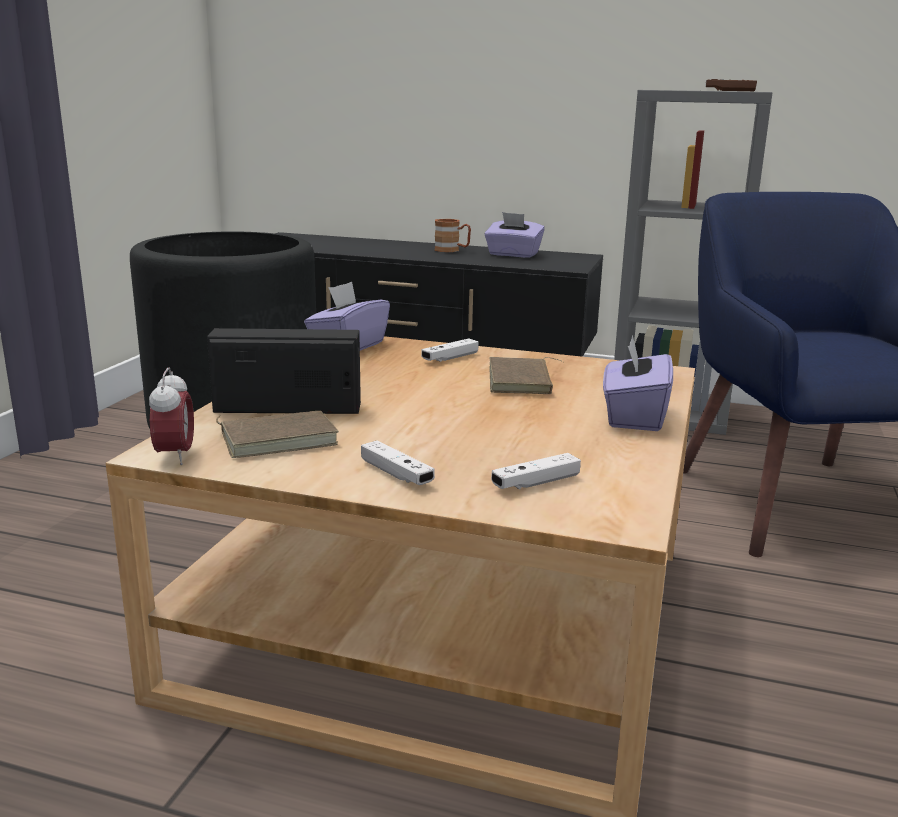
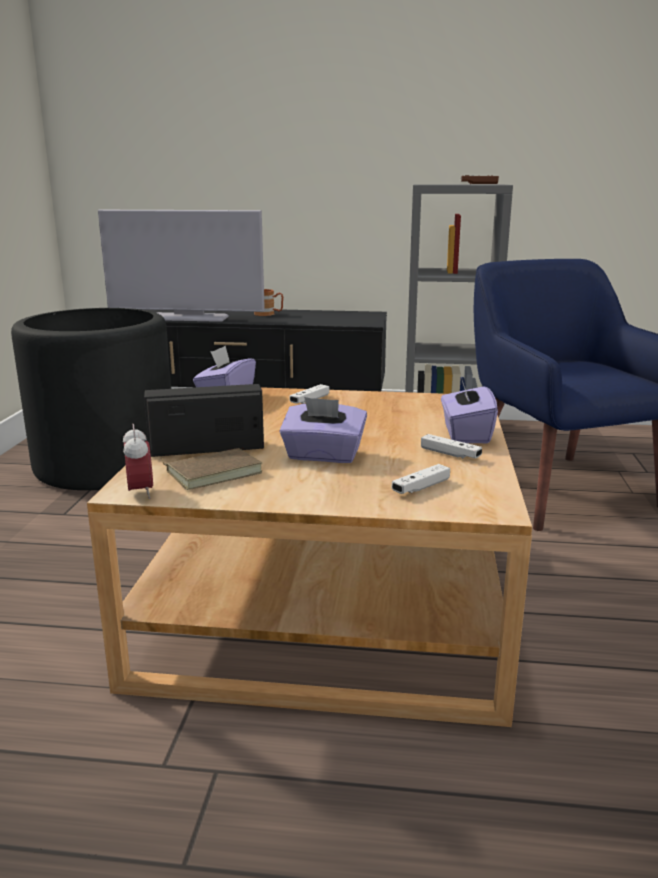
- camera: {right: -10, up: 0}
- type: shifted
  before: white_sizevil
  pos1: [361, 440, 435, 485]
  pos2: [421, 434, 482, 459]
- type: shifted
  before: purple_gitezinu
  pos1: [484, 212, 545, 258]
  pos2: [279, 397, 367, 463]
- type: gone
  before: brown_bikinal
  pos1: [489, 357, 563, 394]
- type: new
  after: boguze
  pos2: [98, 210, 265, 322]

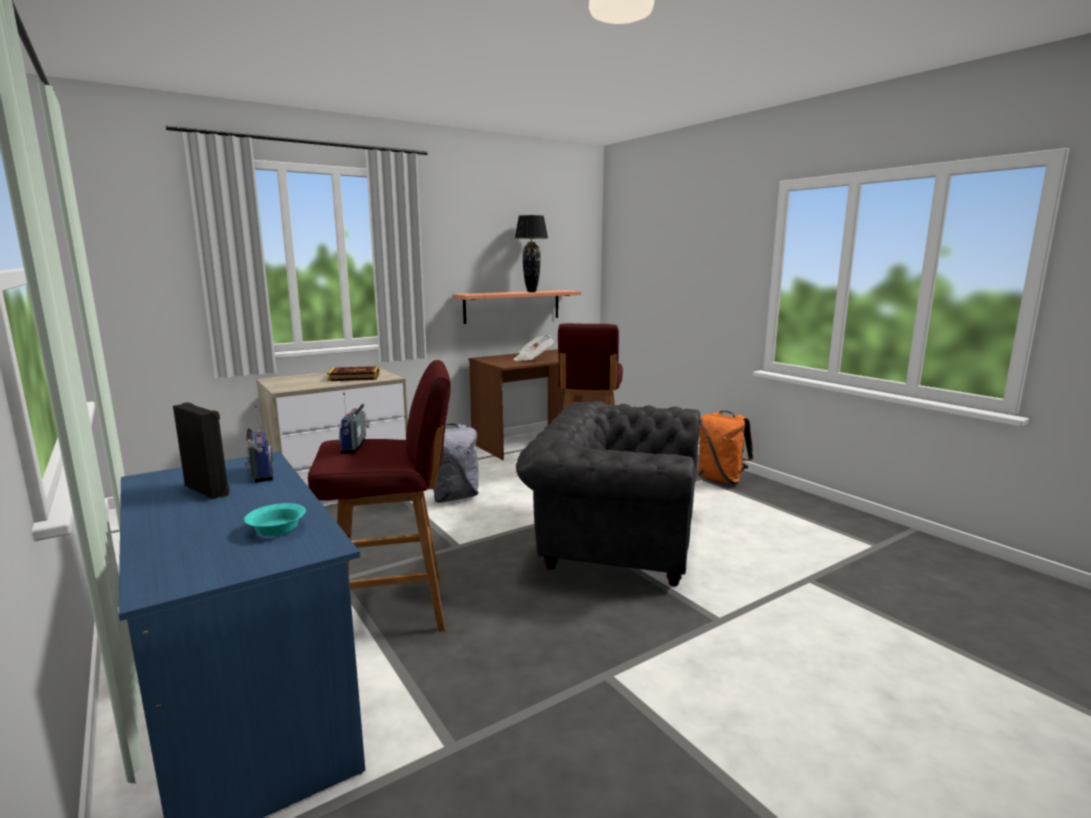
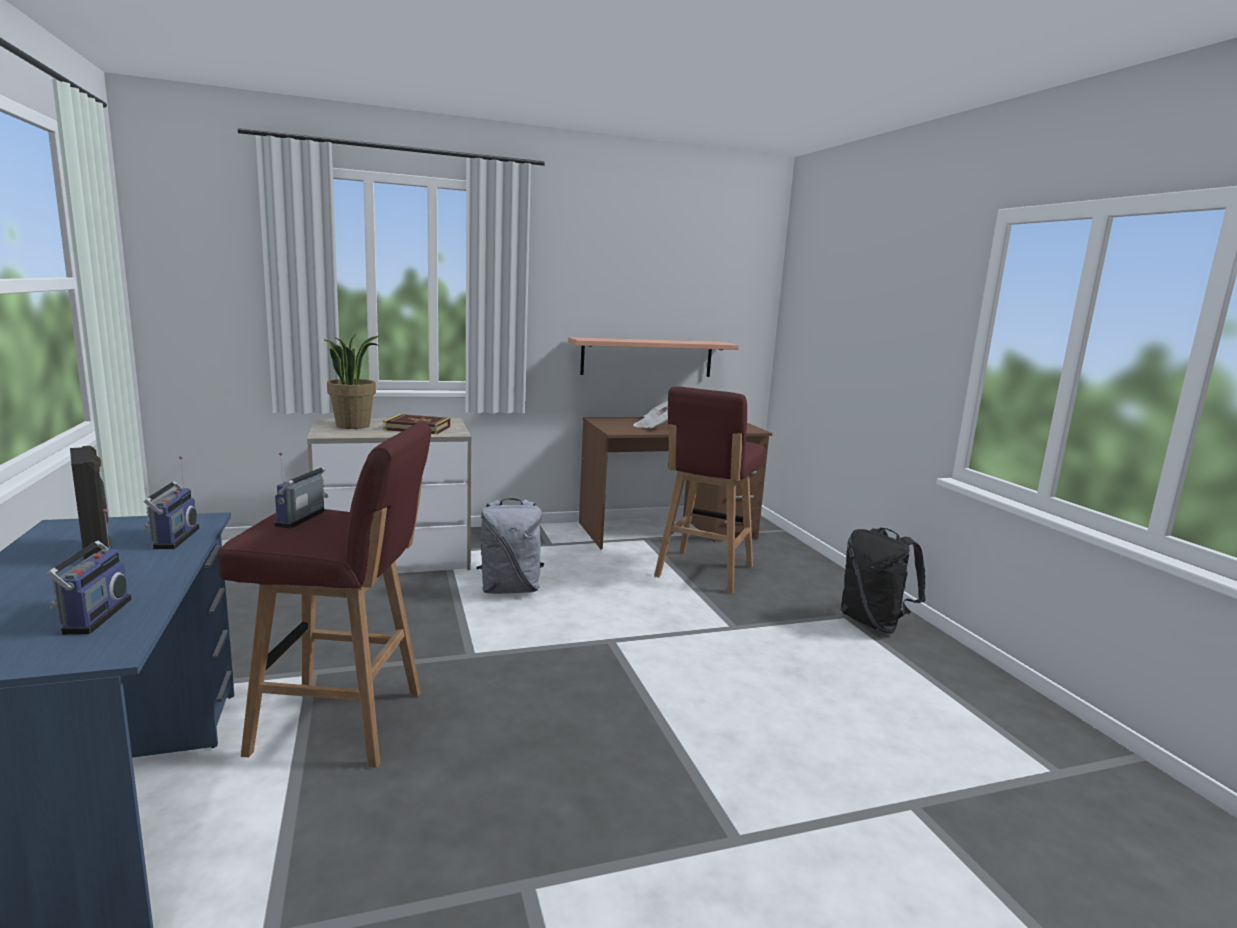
- camera: {right: 15, up: 0}
- type: swapped
  before: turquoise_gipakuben
  after: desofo
  pos1: [244, 503, 306, 536]
  pos2: [47, 509, 131, 635]
- type: gone
  before: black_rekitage
  pos1: [515, 215, 548, 292]
- type: gone
  before: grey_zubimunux
  pos1: [516, 401, 700, 586]
- type: repainted
  before: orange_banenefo
  after: black_banenefo
  pos1: [698, 411, 753, 484]
  pos2: [840, 528, 926, 634]
- type: new
  after: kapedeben
  pos2: [323, 334, 379, 429]

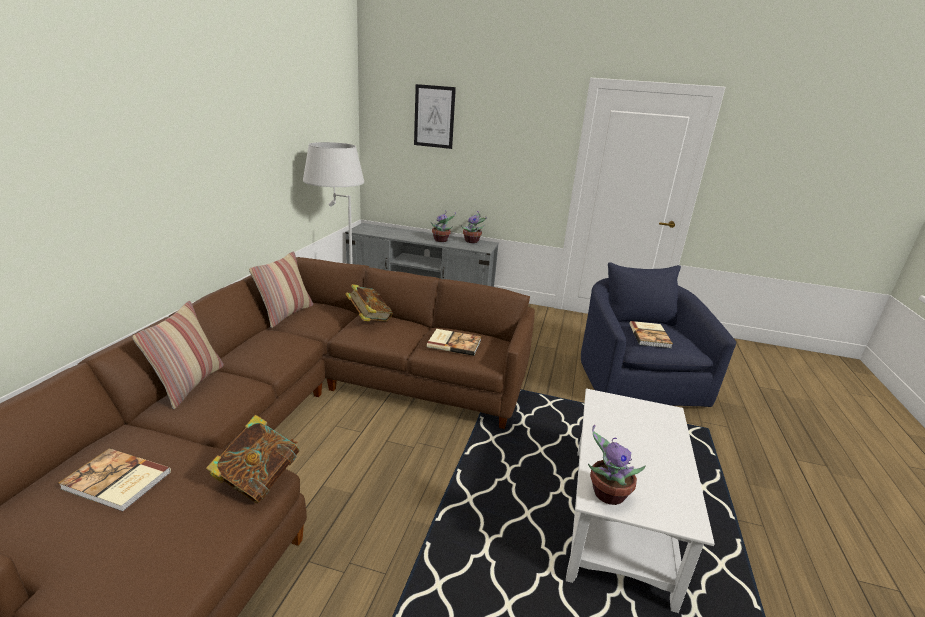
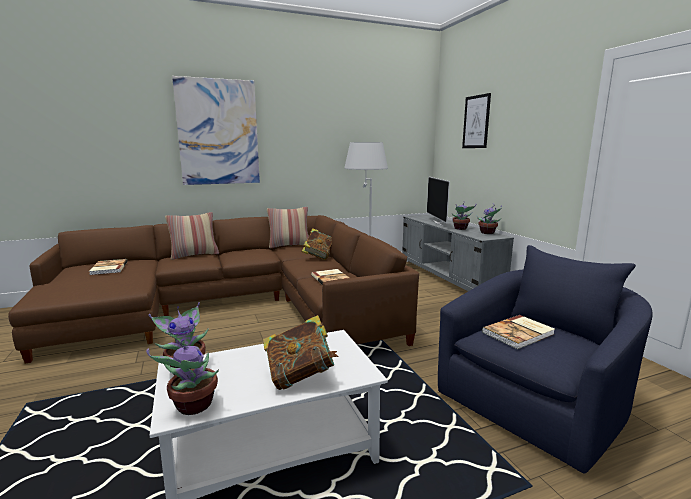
- camera: {right: 55, up: -10}
- type: shifted
  before: bikinal
  pos1: [206, 415, 300, 503]
  pos2: [263, 315, 339, 390]
- type: new
  after: kapedeben
  pos2: [146, 339, 219, 415]
- type: new
  after: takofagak
  pos2: [172, 76, 260, 185]
- type: new
  after: boguze
  pos2: [427, 176, 450, 226]

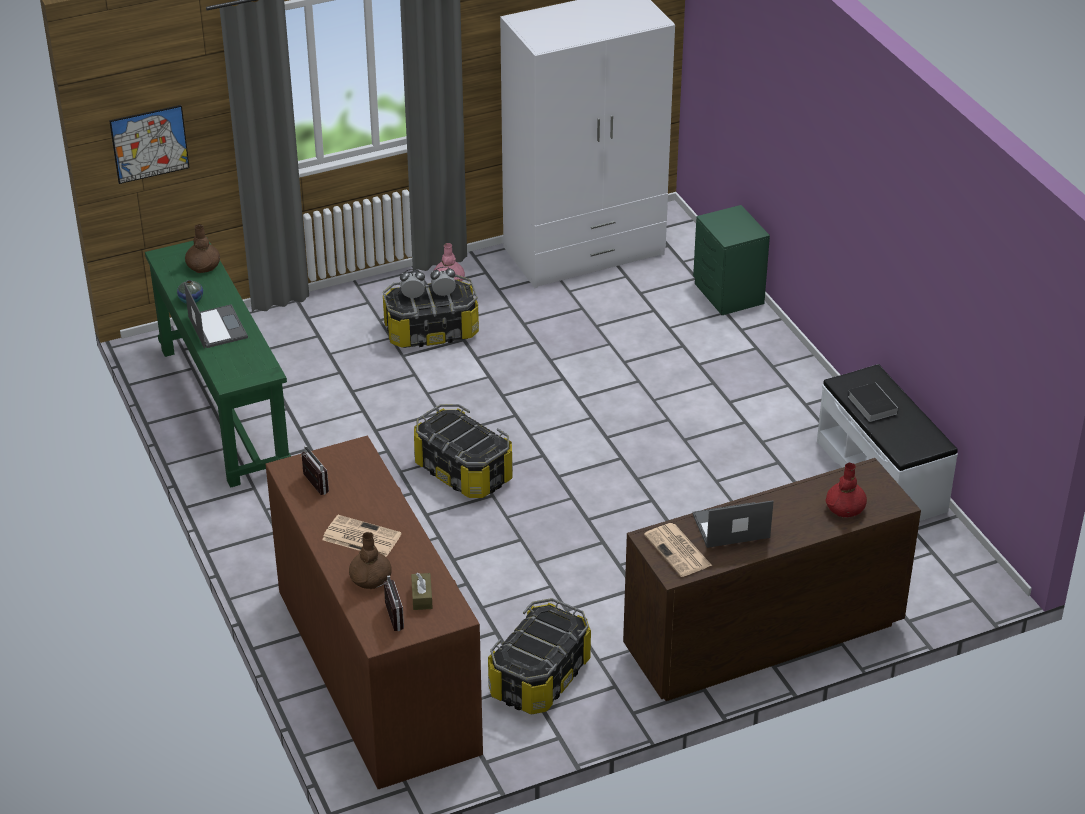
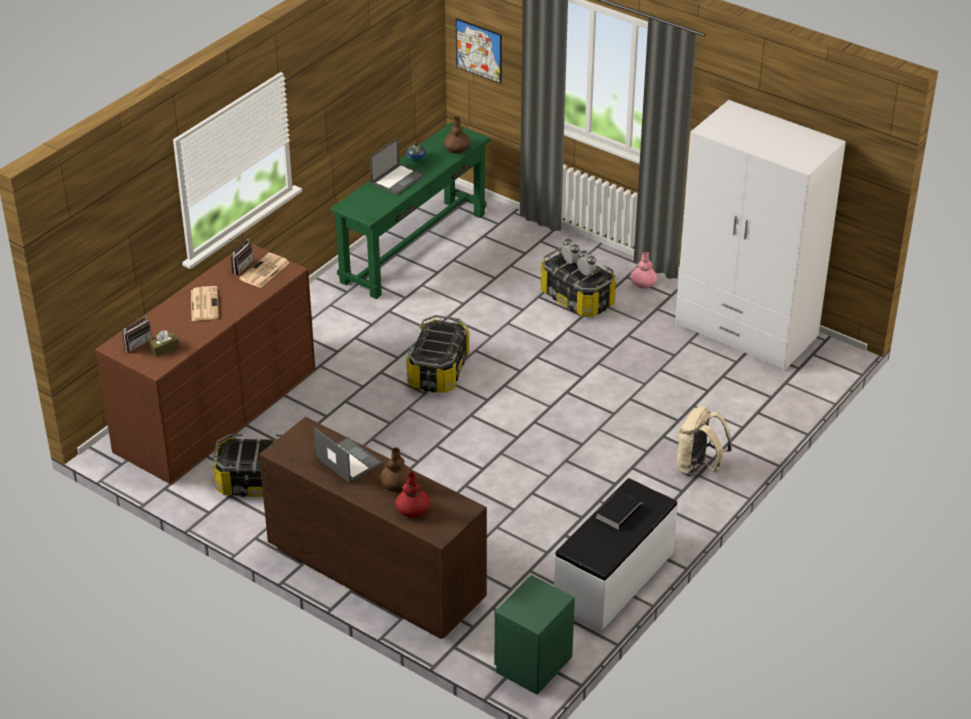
- camera: {right: 60, up: 0}
- type: shifted
  before: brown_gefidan
  pos1: [349, 532, 392, 589]
  pos2: [380, 447, 413, 492]
- type: shifted
  before: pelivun
  pos1: [644, 523, 712, 577]
  pos2: [239, 253, 290, 288]
- type: shifted
  before: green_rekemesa
  pos1: [693, 205, 770, 315]
  pos2: [494, 575, 575, 695]
- type: new
  after: beige_banenefo
  pos2: [677, 406, 732, 476]

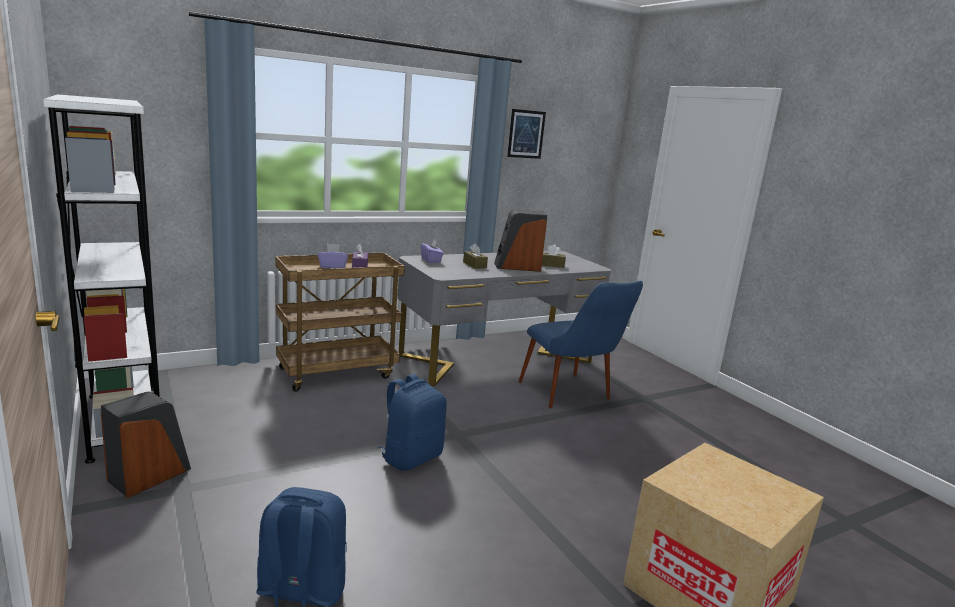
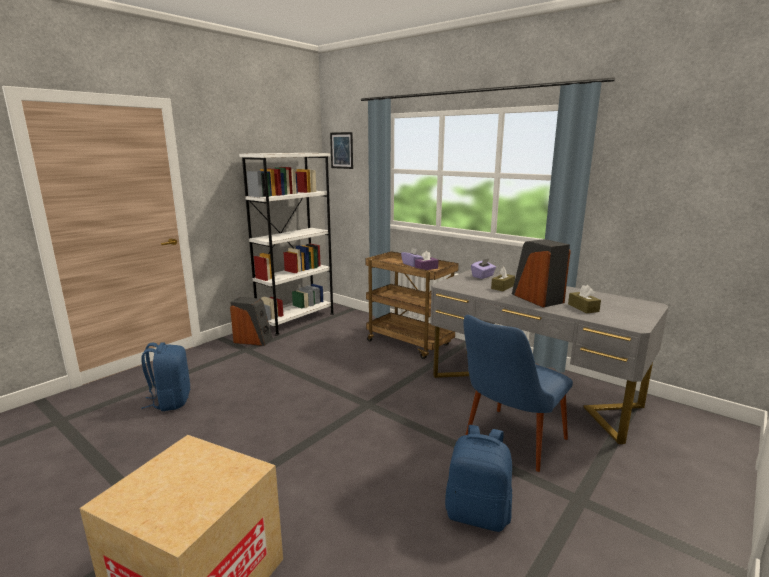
- camera: {right: 70, up: 0}
- type: shifted
  before: blue_banenefo
  pos1: [379, 374, 447, 471]
  pos2: [445, 425, 512, 532]
- type: shifted
  before: takofagak
  pos1: [507, 109, 546, 159]
  pos2: [330, 132, 353, 169]

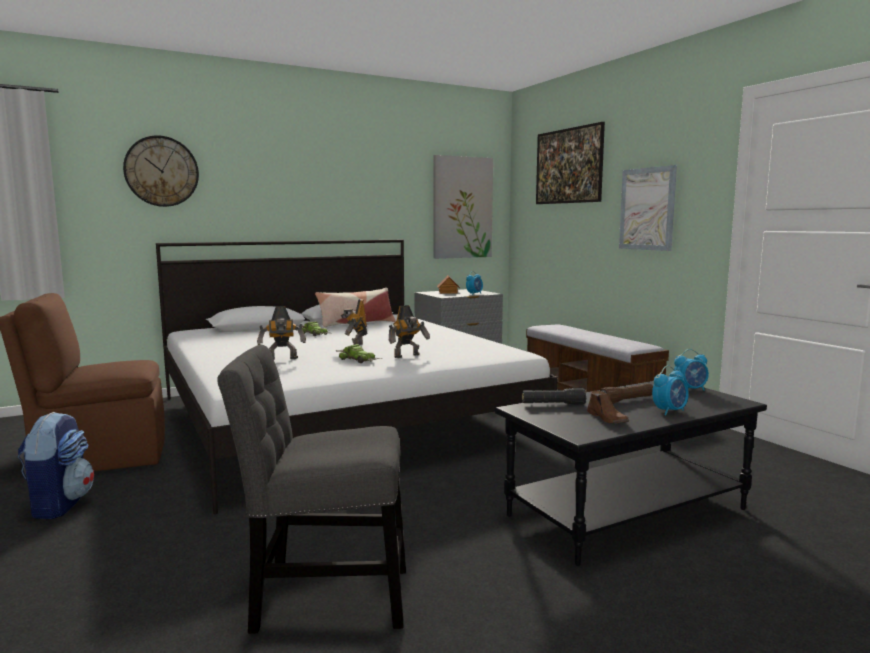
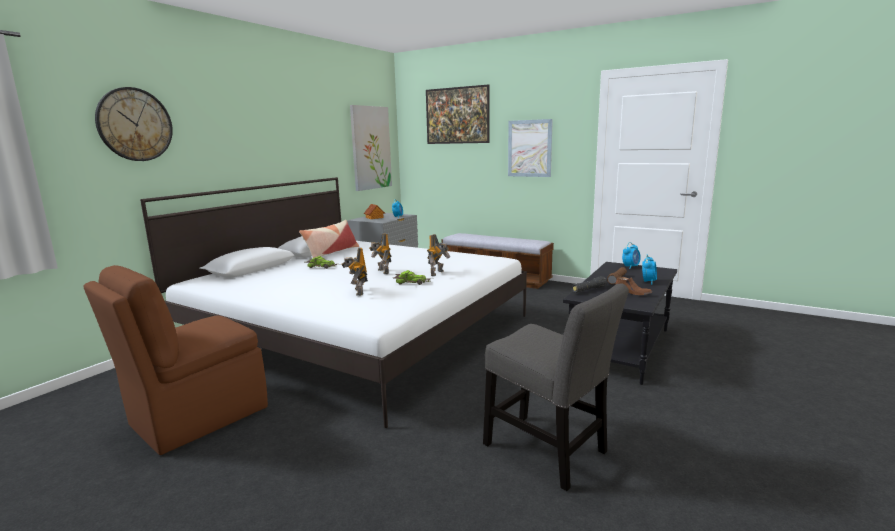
- camera: {right: -30, up: 5}
- type: gone
  before: banenefo
  pos1: [17, 412, 94, 519]
- type: rotated
  before: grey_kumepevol
  pos1: [218, 345, 406, 634]
  pos2: [483, 283, 629, 491]
  turn: -105
- type: rotated
  before: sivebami
  pos1: [257, 306, 306, 360]
  pos2: [341, 247, 368, 296]
  turn: 120

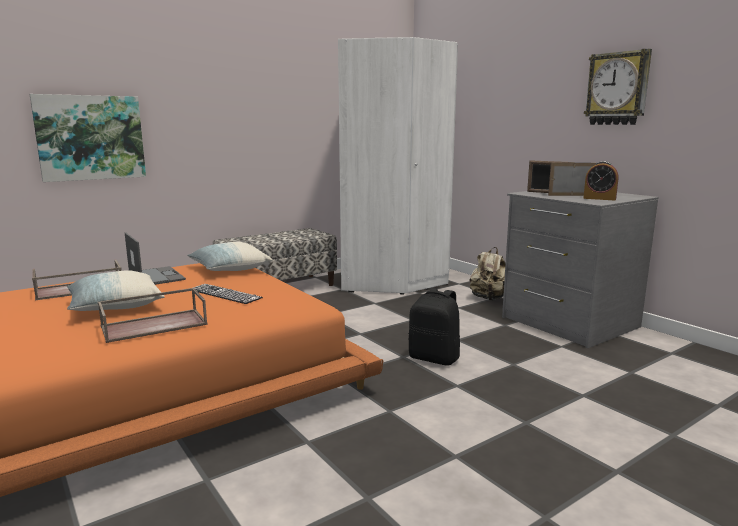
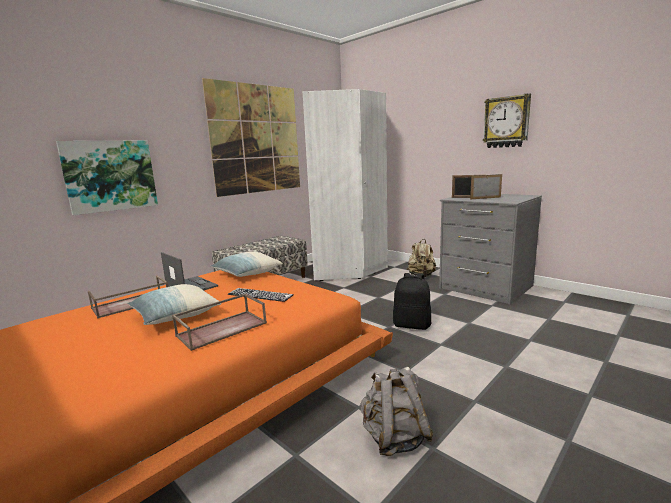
- camera: {right: -10, up: 0}
- type: gone
  before: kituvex
  pos1: [583, 161, 619, 201]
- type: new
  after: takofagak
  pos2: [202, 78, 300, 197]
- type: new
  after: grey_banenefo
  pos2: [360, 367, 433, 456]

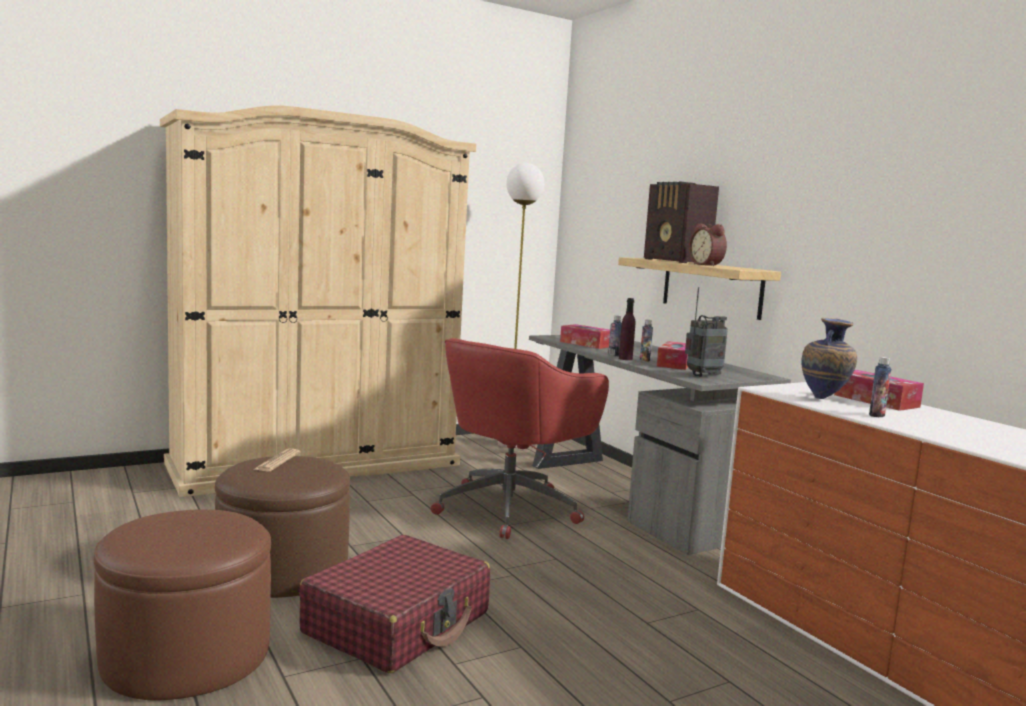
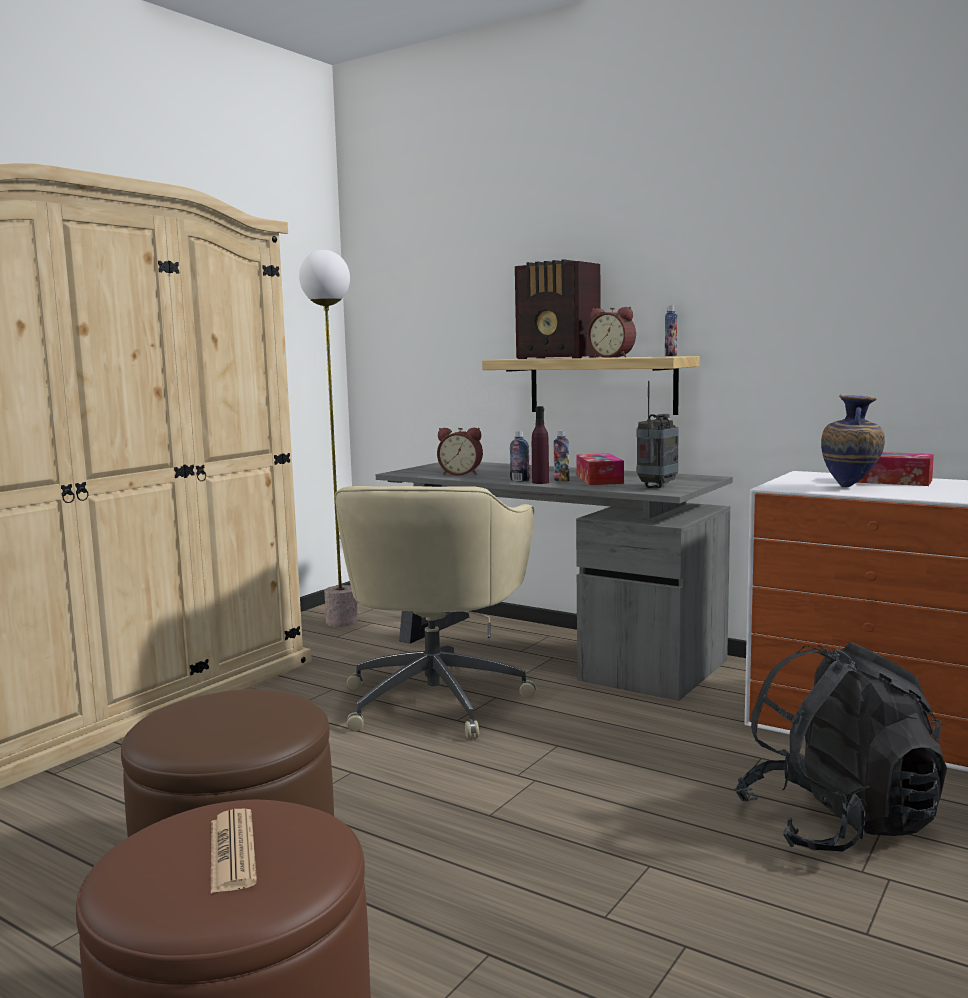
- camera: {right: -25, up: 0}
- type: shifted
  before: pelivun
  pos1: [253, 449, 300, 472]
  pos2: [211, 809, 257, 893]
- type: gone
  before: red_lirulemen
  pos1: [299, 535, 490, 673]
- type: repainted
  before: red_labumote
  after: beige_labumote
  pos1: [431, 338, 609, 539]
  pos2: [335, 486, 536, 739]
- type: swapped
  before: gitezinu
  after: kituvex
  pos1: [560, 324, 610, 349]
  pos2: [437, 428, 483, 475]
- type: shifted
  before: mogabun
  pos1: [869, 357, 891, 417]
  pos2: [665, 306, 677, 356]
- type: new
  after: black_banenefo
  pos2: [736, 641, 947, 852]

